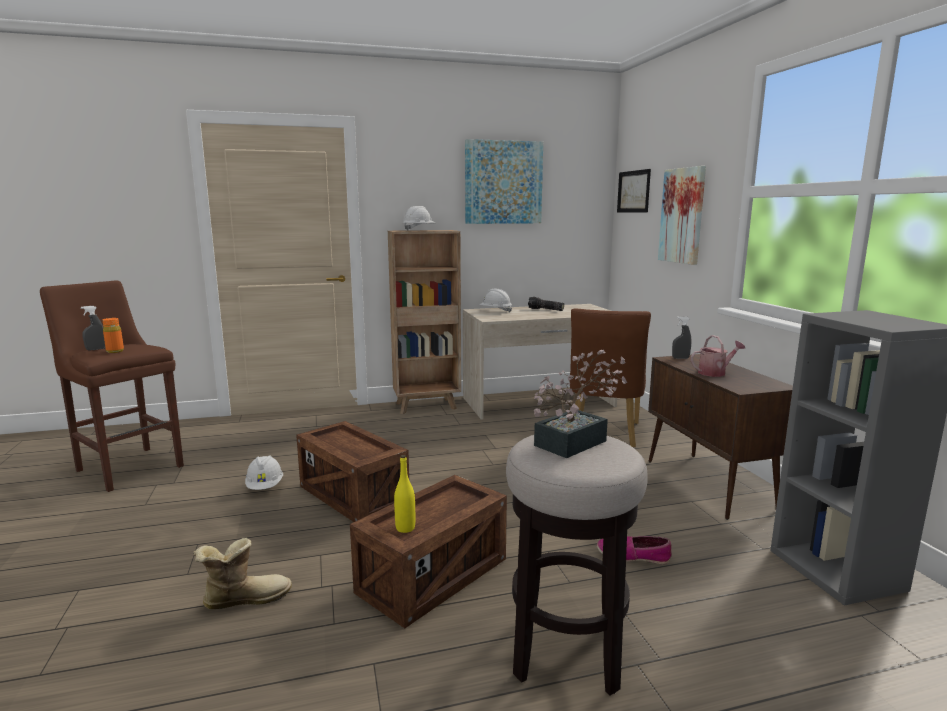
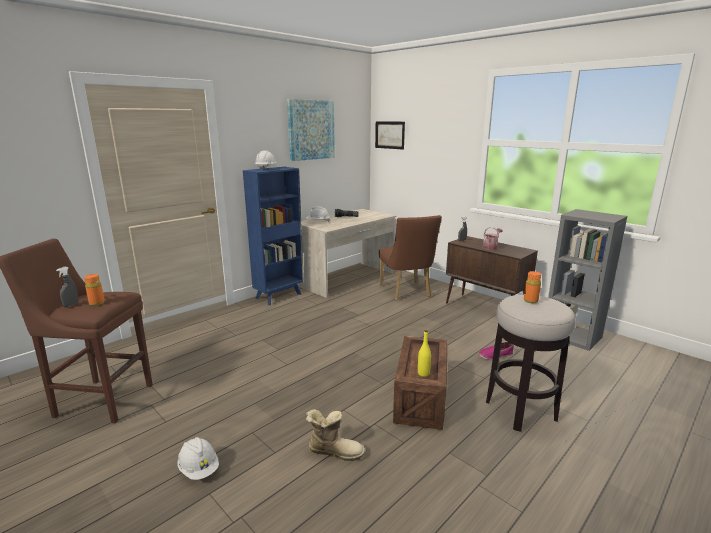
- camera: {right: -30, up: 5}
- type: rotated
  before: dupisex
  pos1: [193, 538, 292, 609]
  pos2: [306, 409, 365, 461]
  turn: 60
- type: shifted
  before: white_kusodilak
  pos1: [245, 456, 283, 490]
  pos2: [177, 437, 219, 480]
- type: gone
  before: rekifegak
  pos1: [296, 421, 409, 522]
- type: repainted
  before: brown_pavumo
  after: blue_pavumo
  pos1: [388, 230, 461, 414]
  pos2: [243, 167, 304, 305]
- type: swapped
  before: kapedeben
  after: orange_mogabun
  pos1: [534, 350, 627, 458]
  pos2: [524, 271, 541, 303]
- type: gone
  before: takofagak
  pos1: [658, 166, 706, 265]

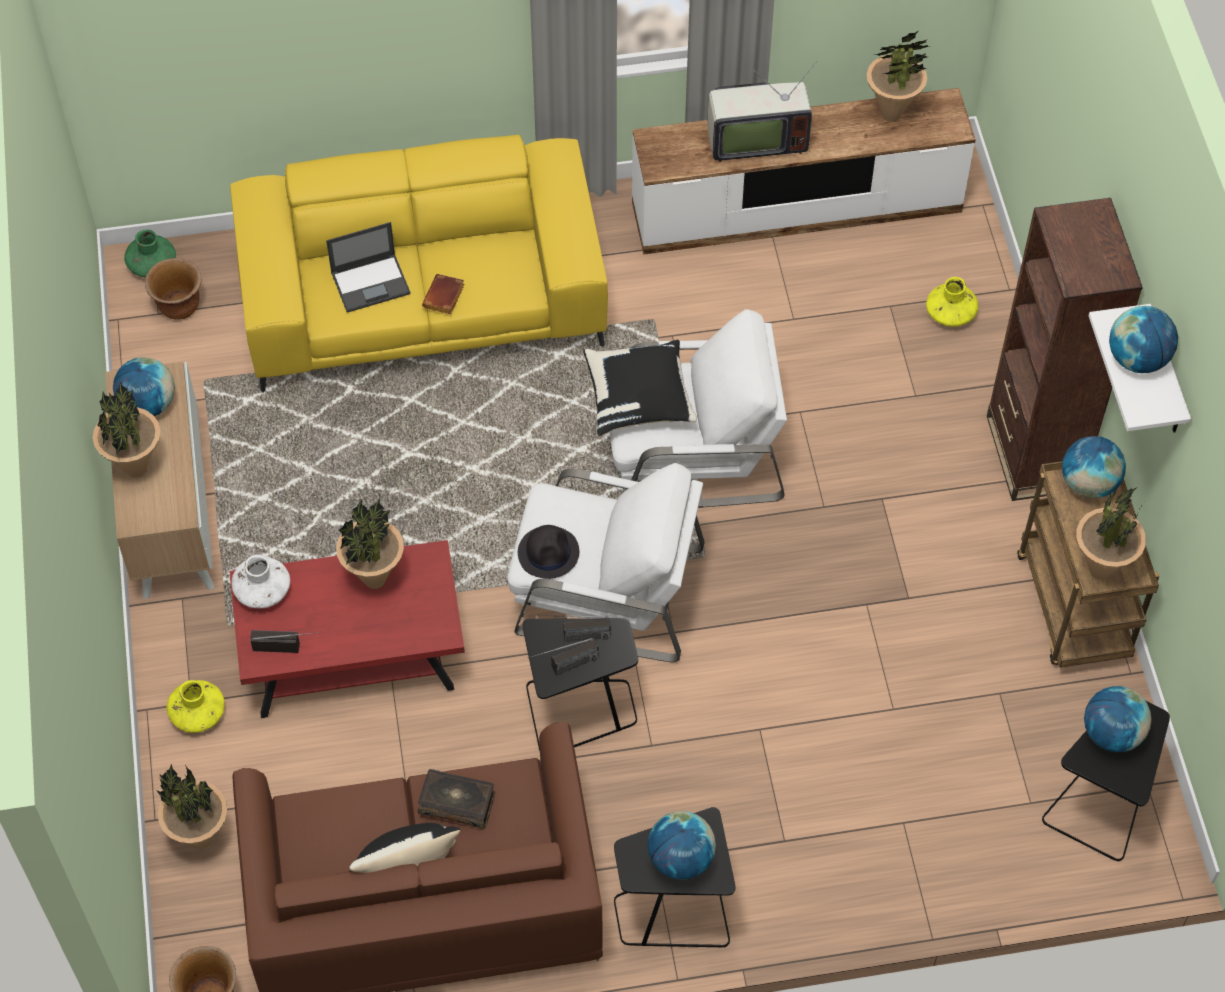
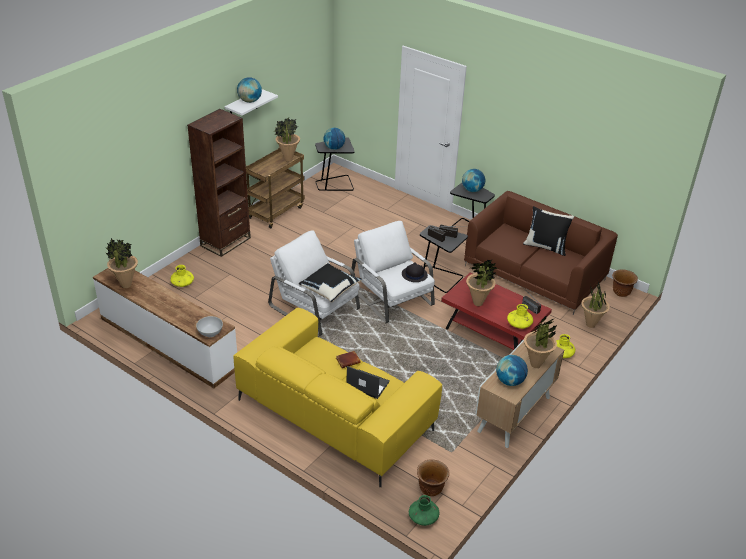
- camera: {right: -135, up: -20}
- type: repainted
  before: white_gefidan
  after: yellow_gefidan
  pos1: [232, 555, 290, 608]
  pos2: [507, 304, 533, 329]
- type: gone
  before: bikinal
  pos1: [418, 769, 495, 829]
- type: gone
  before: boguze
  pos1: [707, 61, 817, 162]
- type: gone
  before: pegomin
  pos1: [1062, 436, 1126, 499]
- type: new
  after: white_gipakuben
  pos2: [196, 316, 223, 337]

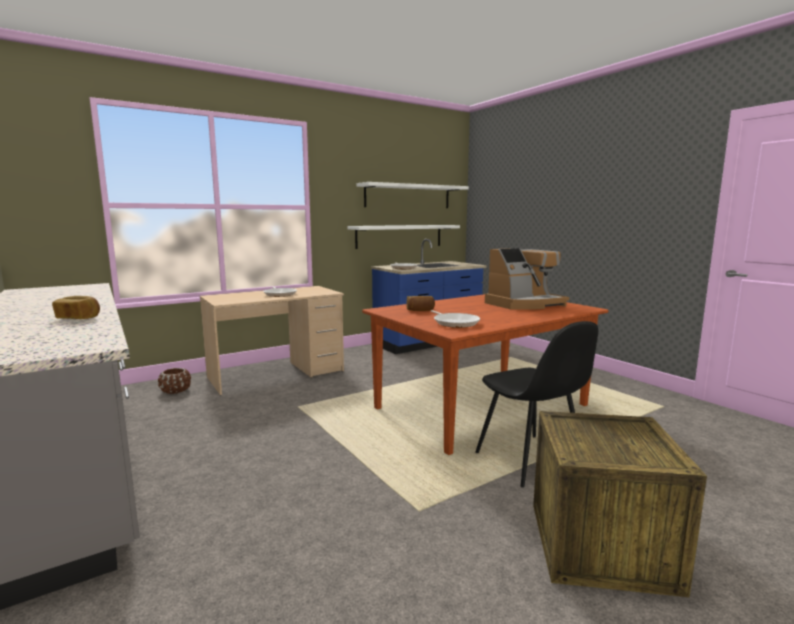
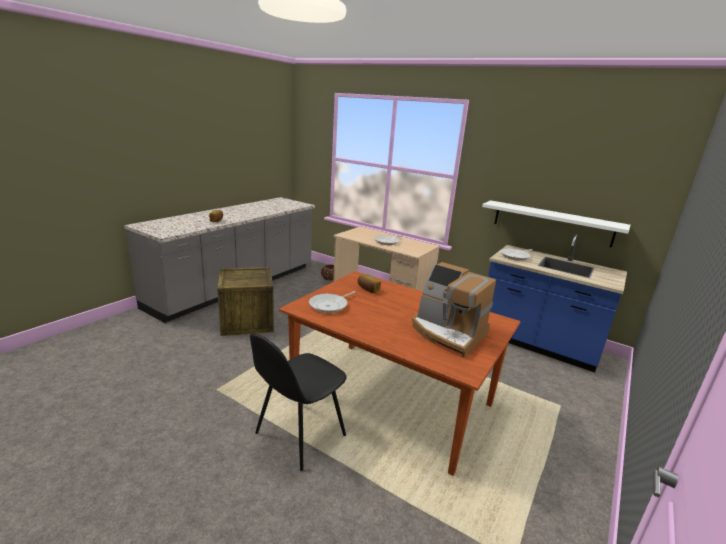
- camera: {right: 65, up: 10}
- type: gone
  before: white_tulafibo
  pos1: [356, 182, 469, 208]
- type: shifted
  before: rekifegak
  pos1: [533, 411, 707, 597]
  pos2: [217, 267, 274, 336]

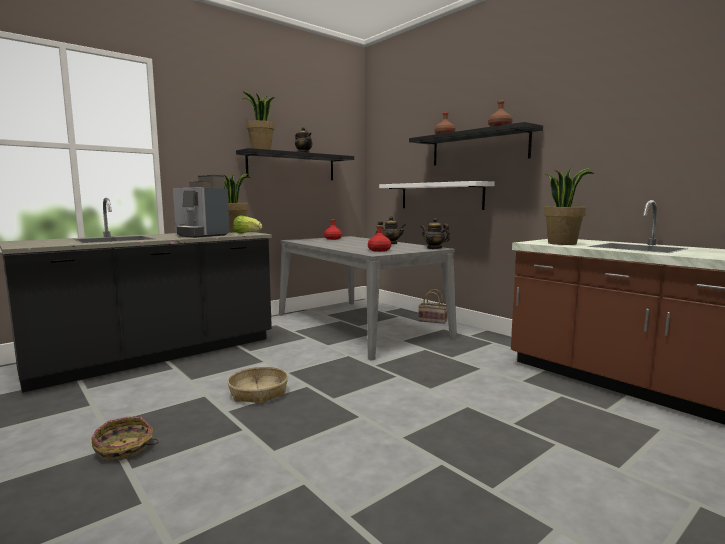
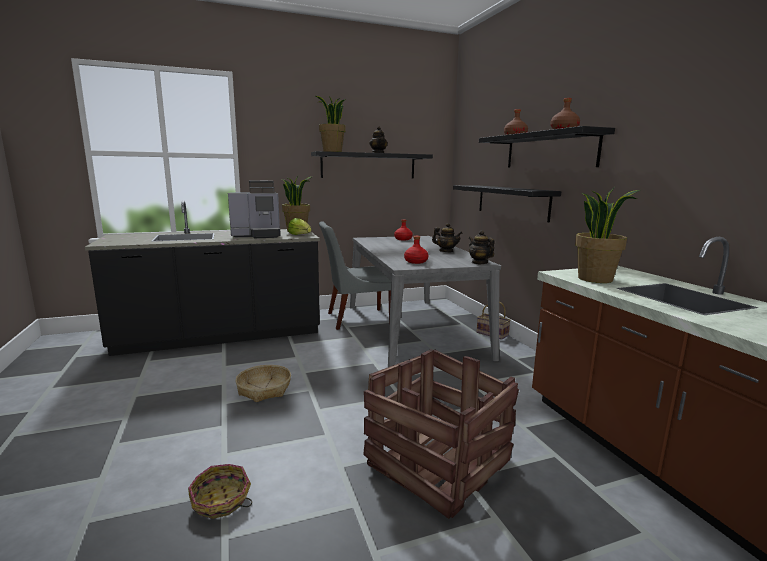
- camera: {right: 20, up: 5}
- type: shifted
  before: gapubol
  pos1: [92, 416, 159, 461]
  pos2: [188, 464, 252, 519]
- type: rotated
  before: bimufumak
  pos1: [173, 174, 230, 238]
  pos2: [228, 181, 281, 238]
  turn: -75
- type: repainted
  before: white_tulafibo
  after: black_tulafibo
  pos1: [379, 181, 495, 210]
  pos2: [453, 185, 561, 222]
- type: new
  after: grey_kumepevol
  pos2: [319, 221, 391, 330]
- type: new
  after: rekifegak
  pos2: [363, 349, 519, 519]

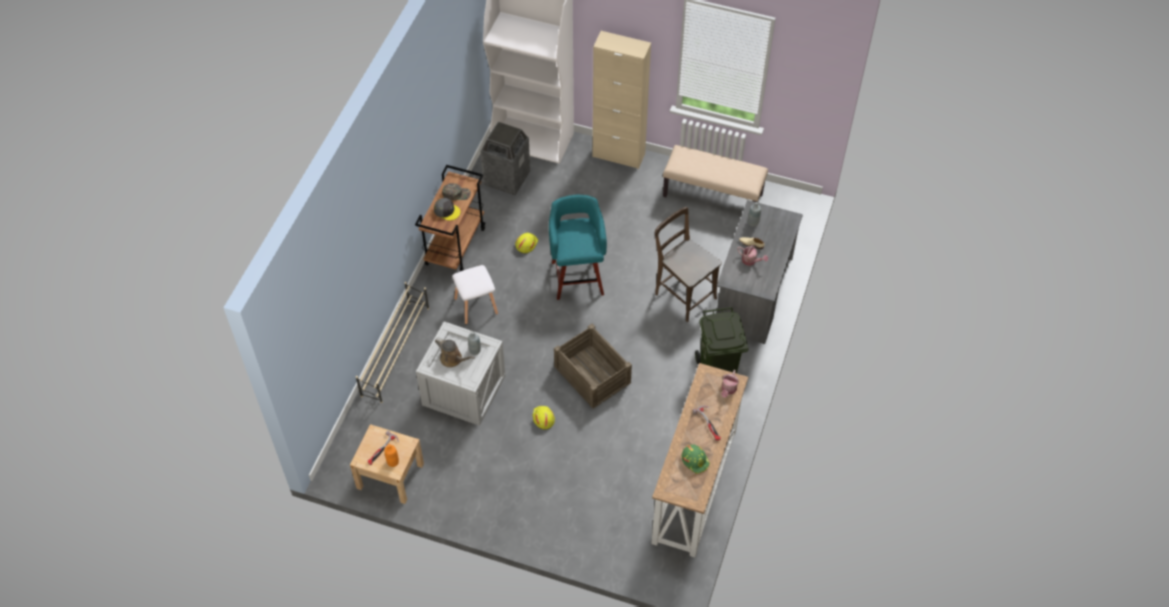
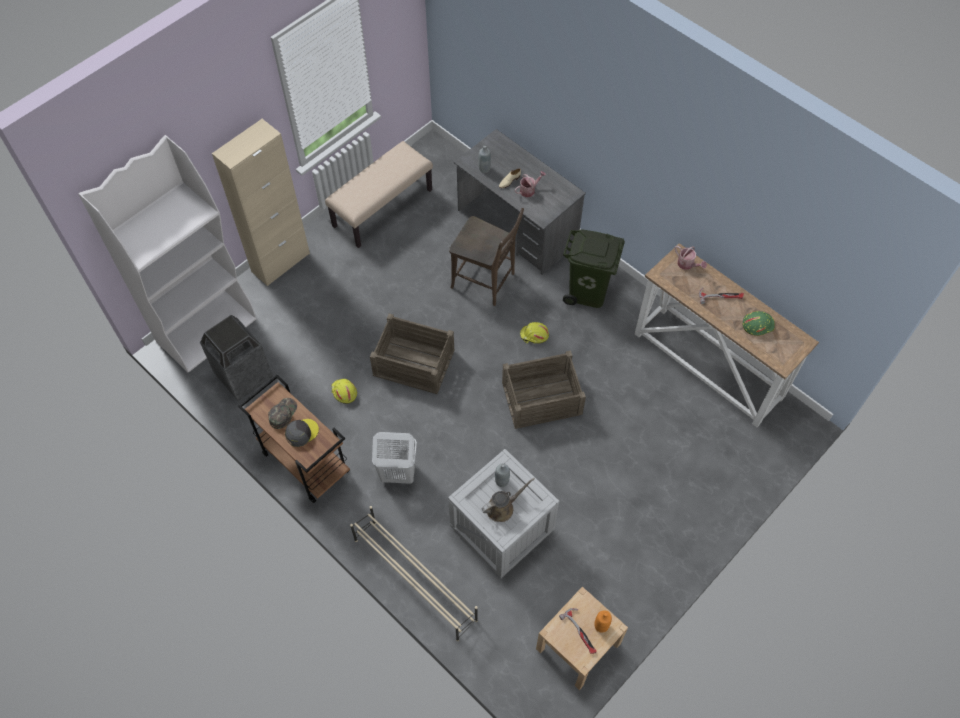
- camera: {right: -65, up: 5}
- type: swapped
  before: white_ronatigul
  after: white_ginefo
  pos1: [452, 265, 498, 325]
  pos2: [372, 432, 417, 484]
- type: shifted
  before: yellow_kusodilak
  pos1: [532, 406, 555, 430]
  pos2: [520, 322, 549, 344]
- type: swapped
  before: turquoise_ronatigul
  after: rekifegak
  pos1: [549, 195, 607, 300]
  pos2: [370, 314, 454, 394]
- type: rotated
  before: brown_kumepevol
  pos1: [655, 207, 721, 322]
  pos2: [449, 208, 524, 306]
  turn: -135

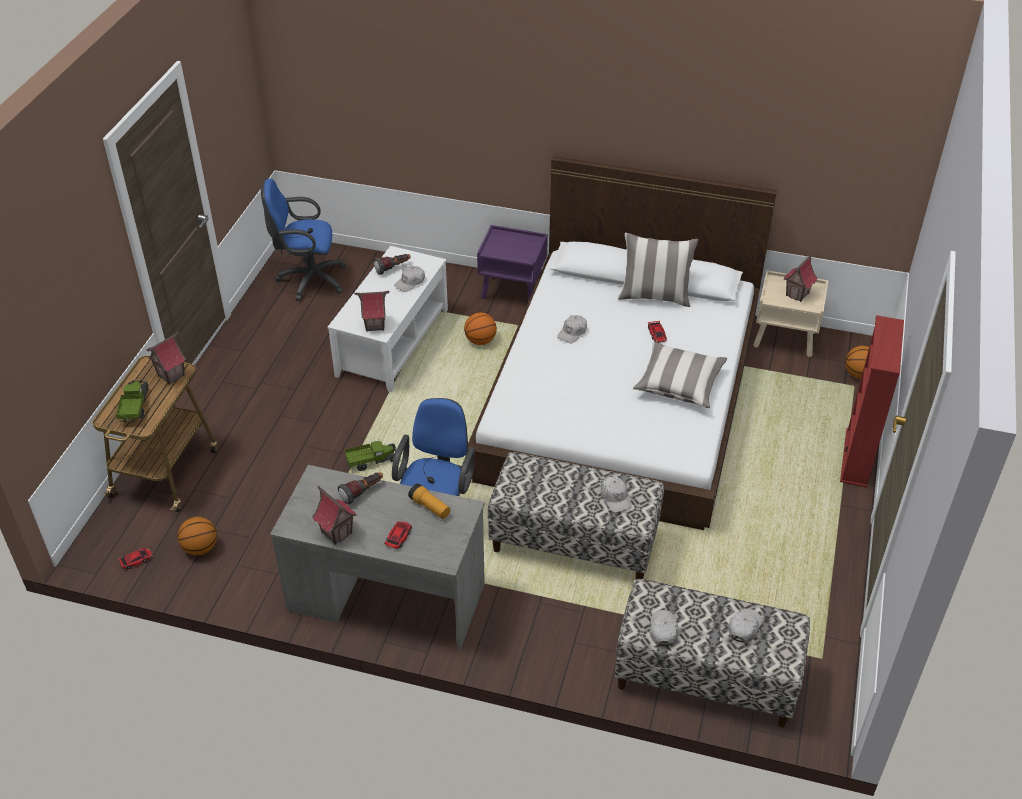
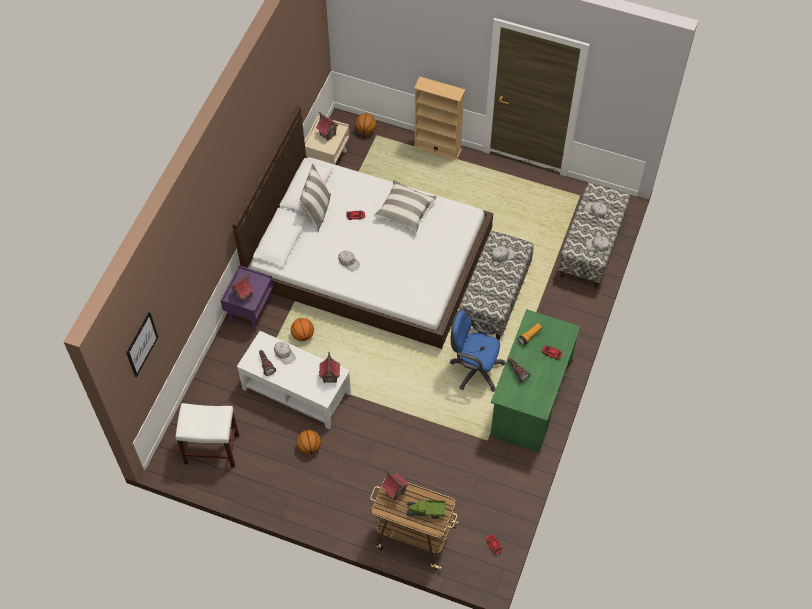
- camera: {right: -85, up: 15}
- type: shifted
  before: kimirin
  pos1: [178, 517, 217, 555]
  pos2: [297, 430, 321, 454]
- type: swapped
  before: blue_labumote
  after: white_ronatigul
  pos1: [261, 179, 346, 301]
  pos2: [176, 403, 239, 468]
- type: repainted
  before: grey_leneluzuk
  after: green_leneluzuk
  pos1: [270, 465, 485, 651]
  pos2: [490, 309, 581, 453]
- type: shifted
  before: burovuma
  pos1: [312, 486, 357, 545]
  pos2: [230, 274, 254, 303]
- type: gone
  before: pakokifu
  pos1: [344, 439, 397, 471]
- type: repainted
  before: red_pavumo
  after: beige_pavumo
  pos1: [840, 315, 904, 488]
  pos2: [414, 77, 465, 160]
- type: new
  after: takofagak
  pos2: [126, 312, 158, 377]

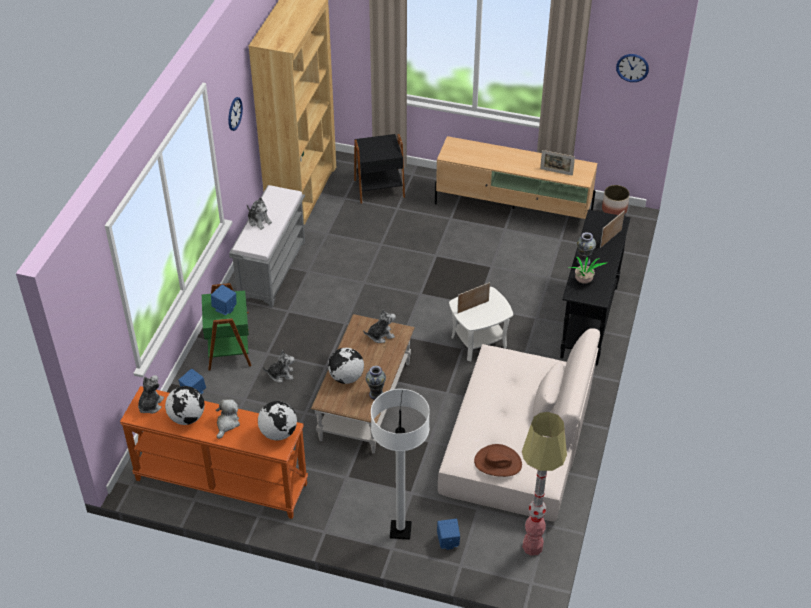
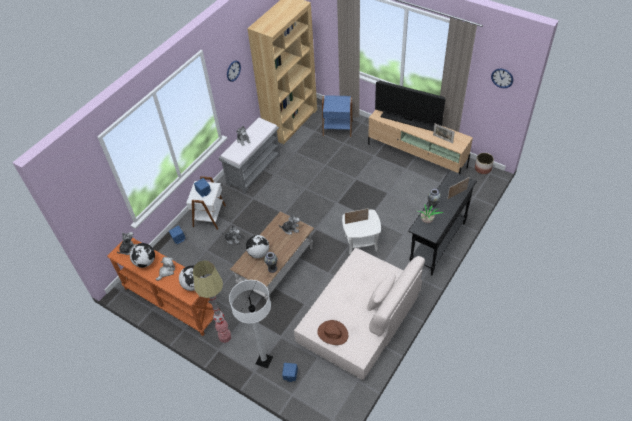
- camera: {right: 20, up: 5}
- type: repainted
  before: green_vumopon
  after: white_vumopon
  pos1: [202, 283, 251, 371]
  pos2: [186, 176, 226, 230]
- type: repainted
  before: black_vumopon
  after: blue_vumopon
  pos1: [354, 134, 405, 204]
  pos2: [322, 95, 353, 137]
- type: shifted
  before: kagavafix
  pos1: [522, 412, 567, 556]
  pos2: [193, 260, 231, 343]
- type: new
  after: boguze
  pos2: [375, 81, 445, 131]

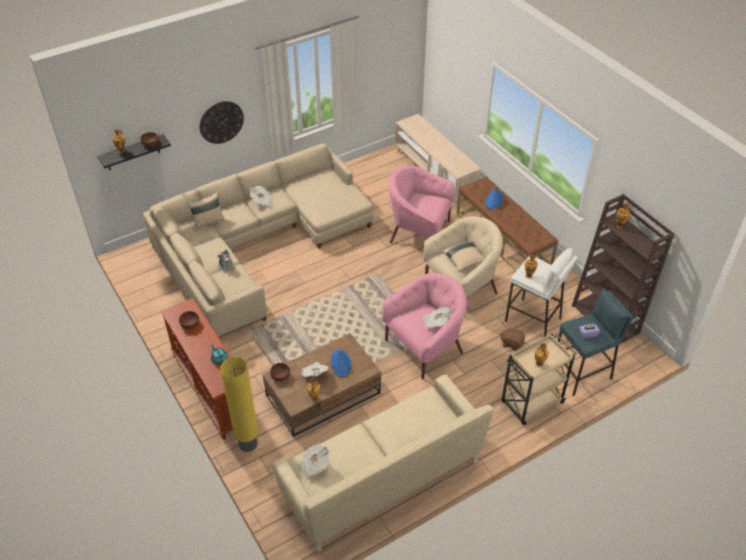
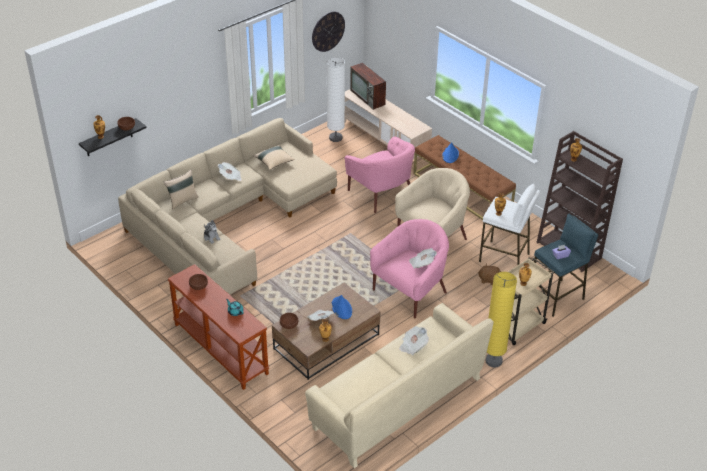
- camera: {right: -10, up: -5}
- type: shifted
  before: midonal
  pos1: [200, 101, 244, 144]
  pos2: [312, 11, 345, 52]
- type: shifted
  before: yellow_kagavafix
  pos1: [220, 357, 258, 452]
  pos2: [485, 272, 517, 367]
- type: shifted
  before: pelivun
  pos1: [296, 443, 330, 479]
  pos2: [399, 326, 429, 355]
- type: rotated
  before: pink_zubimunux
  pos1: [388, 166, 455, 243]
  pos2: [344, 136, 415, 213]
  turn: -135
- type: shifted
  before: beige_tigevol
  pos1: [442, 240, 485, 272]
  pos2: [254, 145, 295, 170]
- type: new
  after: white_kagavafix
  pos2: [327, 57, 345, 142]
- type: new
  after: boguze
  pos2: [350, 63, 386, 110]

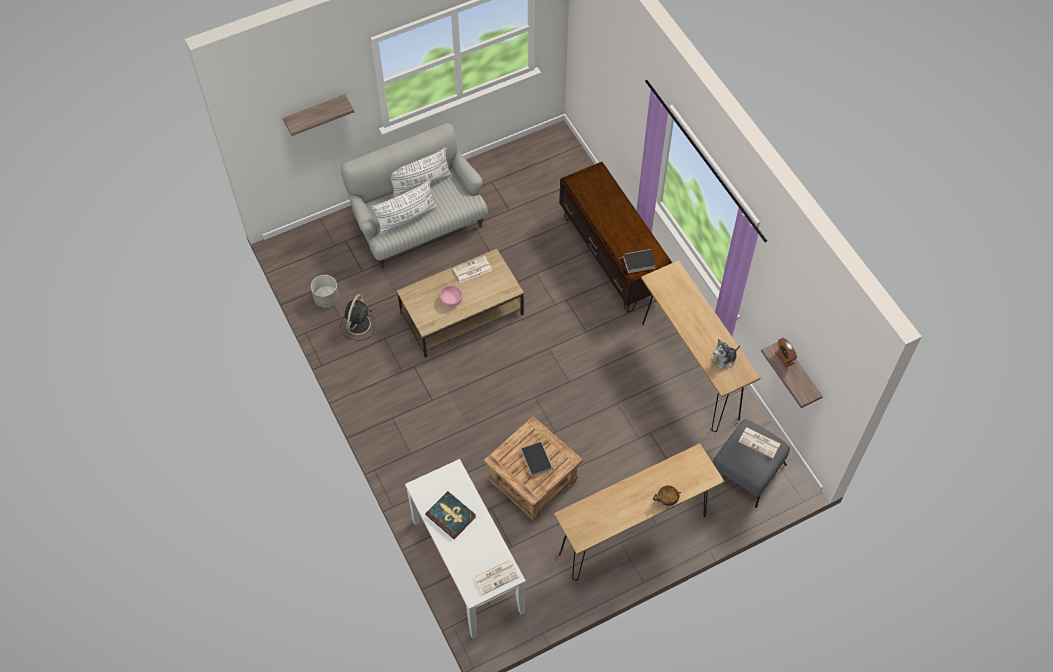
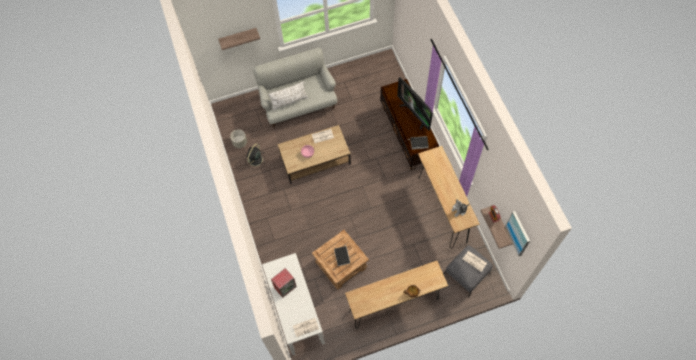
- camera: {right: 10, up: 5}
- type: gone
  before: white_tigevol
  pos1: [391, 148, 453, 198]
- type: swapped
  before: bikinal
  after: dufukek
  pos1: [425, 491, 476, 539]
  pos2: [271, 268, 297, 298]
- type: new
  after: boguze
  pos2: [397, 77, 433, 131]
- type: new
  after: takofagak
  pos2: [505, 211, 530, 256]

